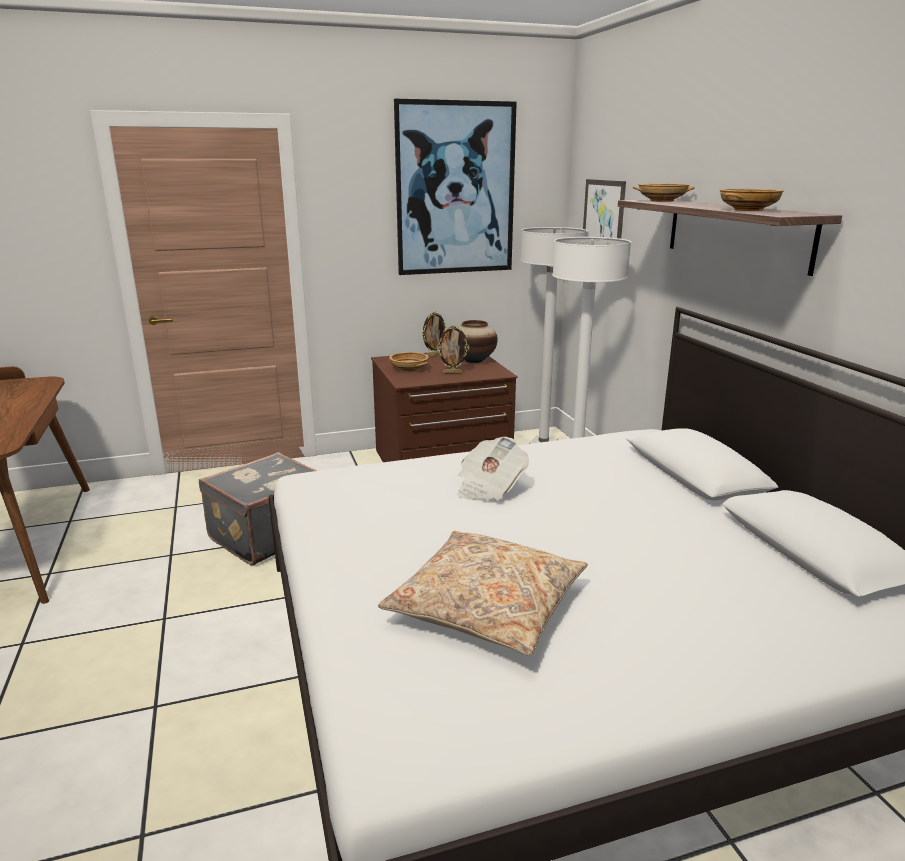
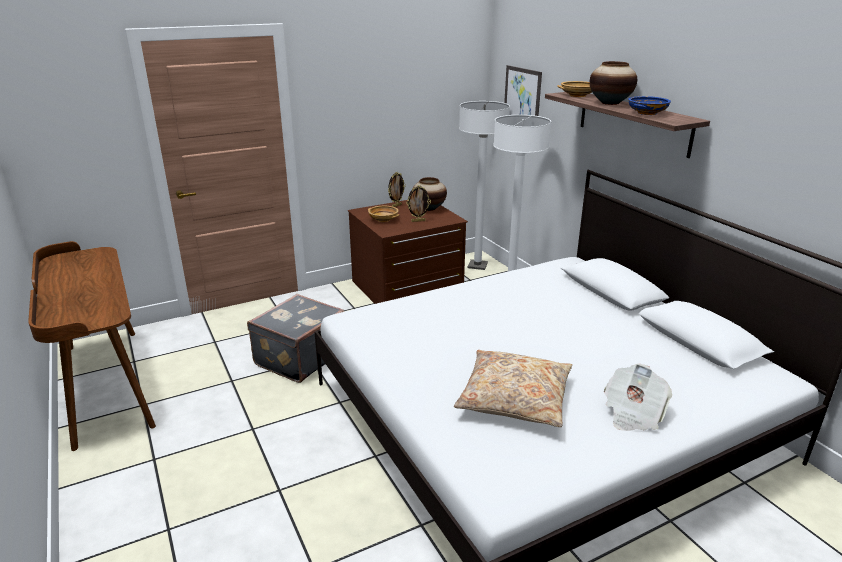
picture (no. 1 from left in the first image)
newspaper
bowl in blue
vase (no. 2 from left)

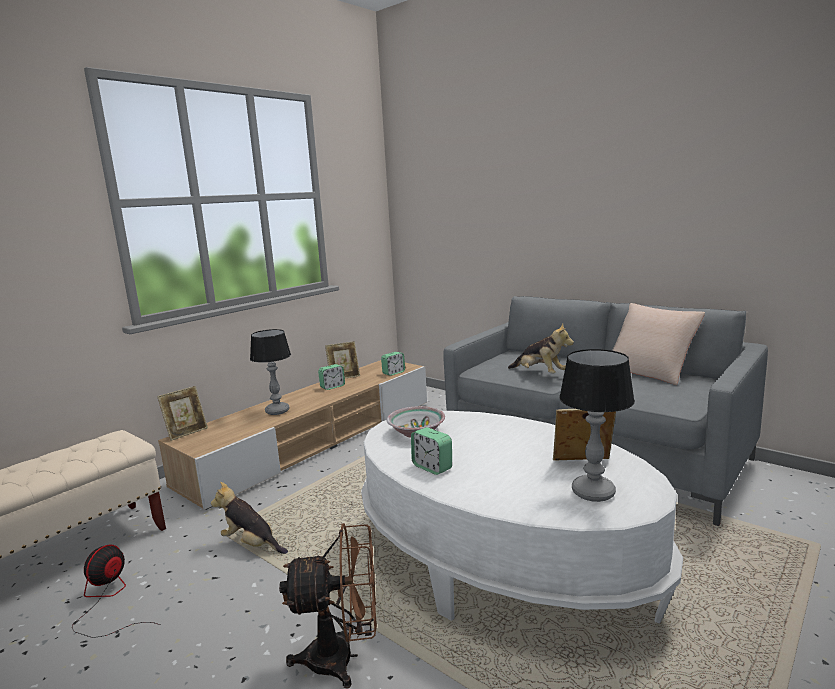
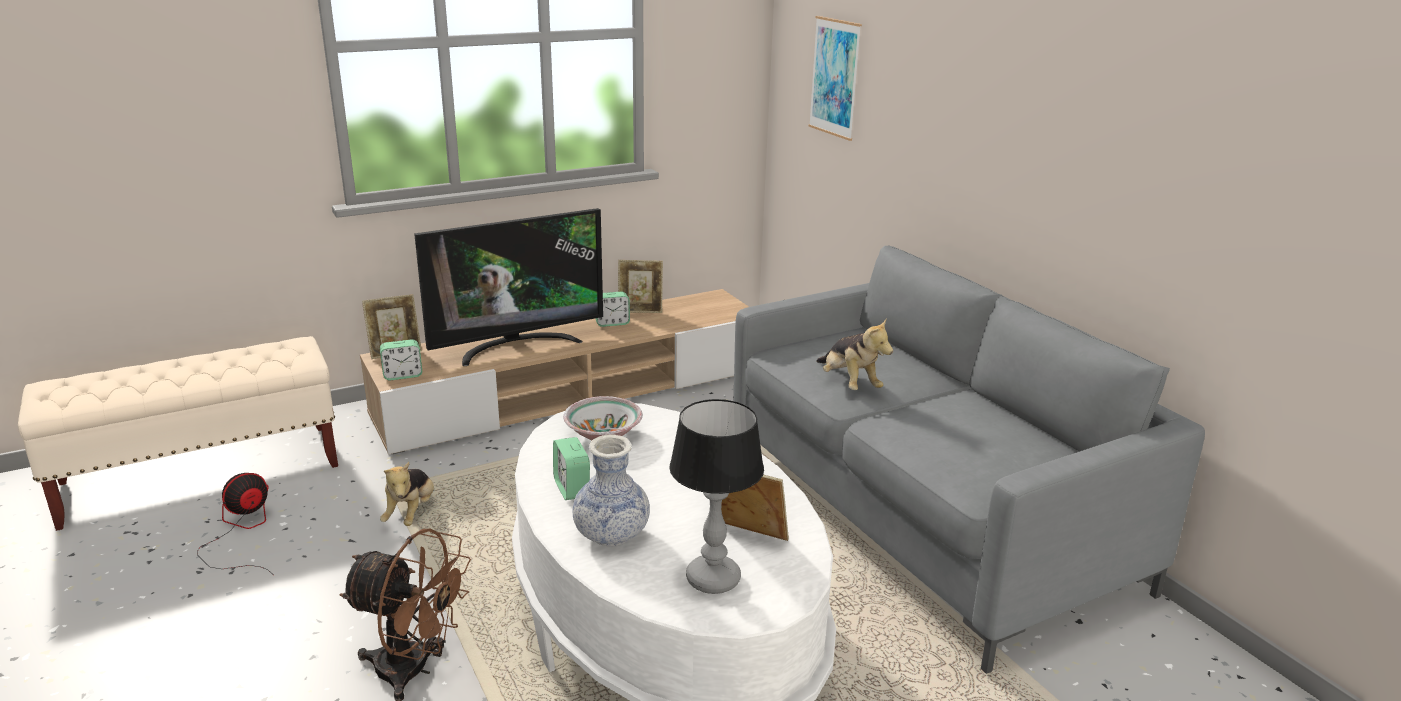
plush toy (no. 1 from left)
television
alarm clock (no. 1 from left)
pillow in beige
vase
picture

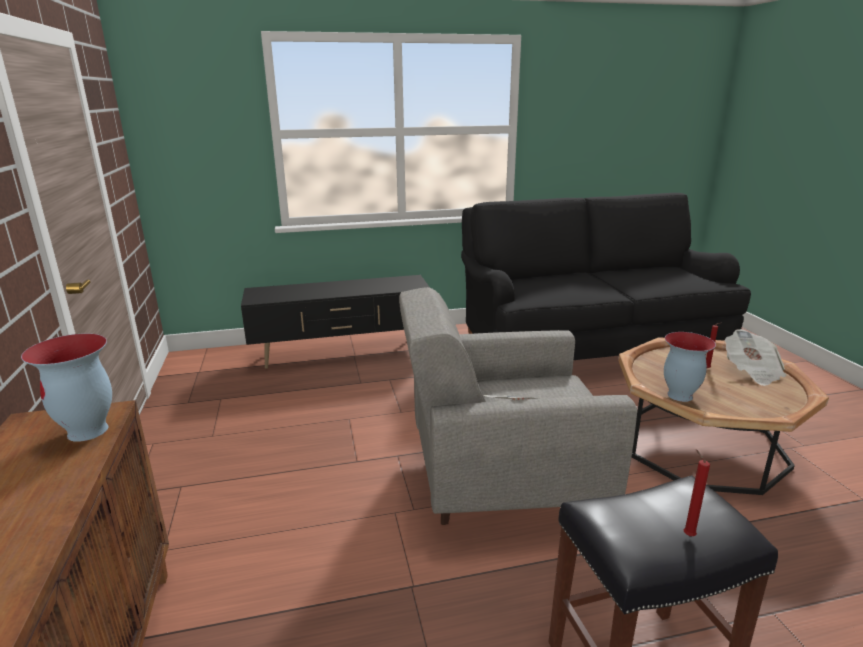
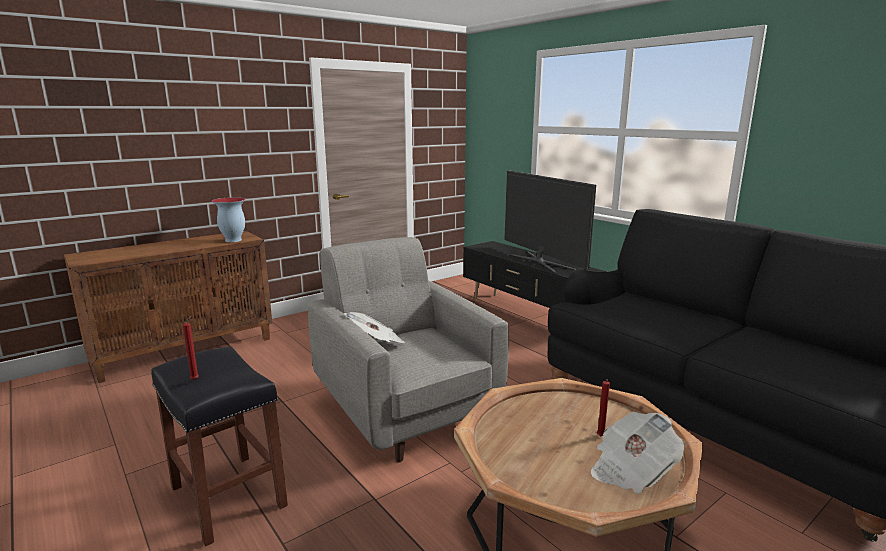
vase (no. 2 from left in the first image)
television

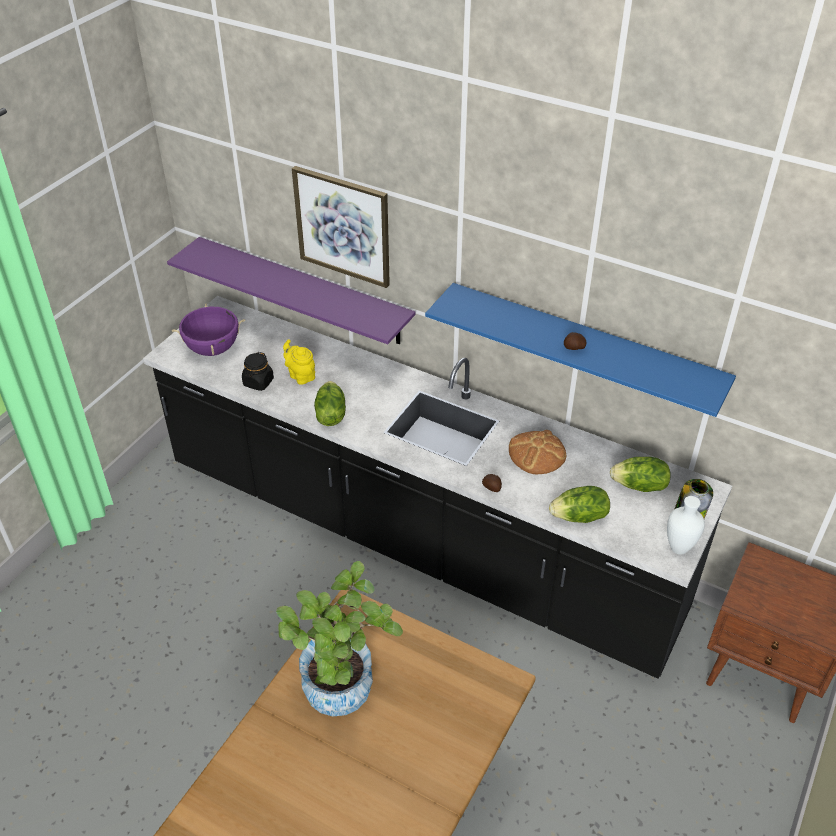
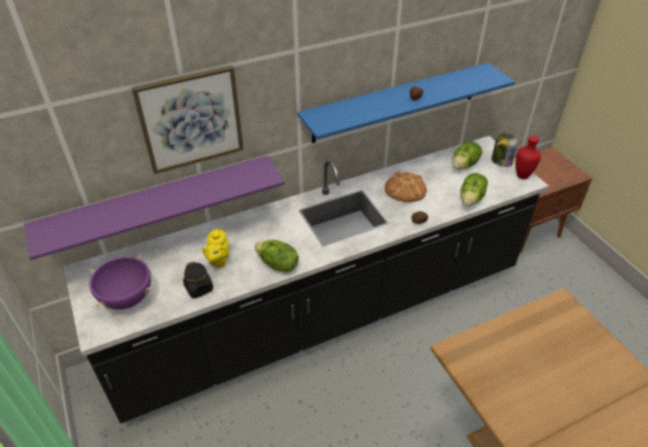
potted plant
teapot in yellow
vase in red

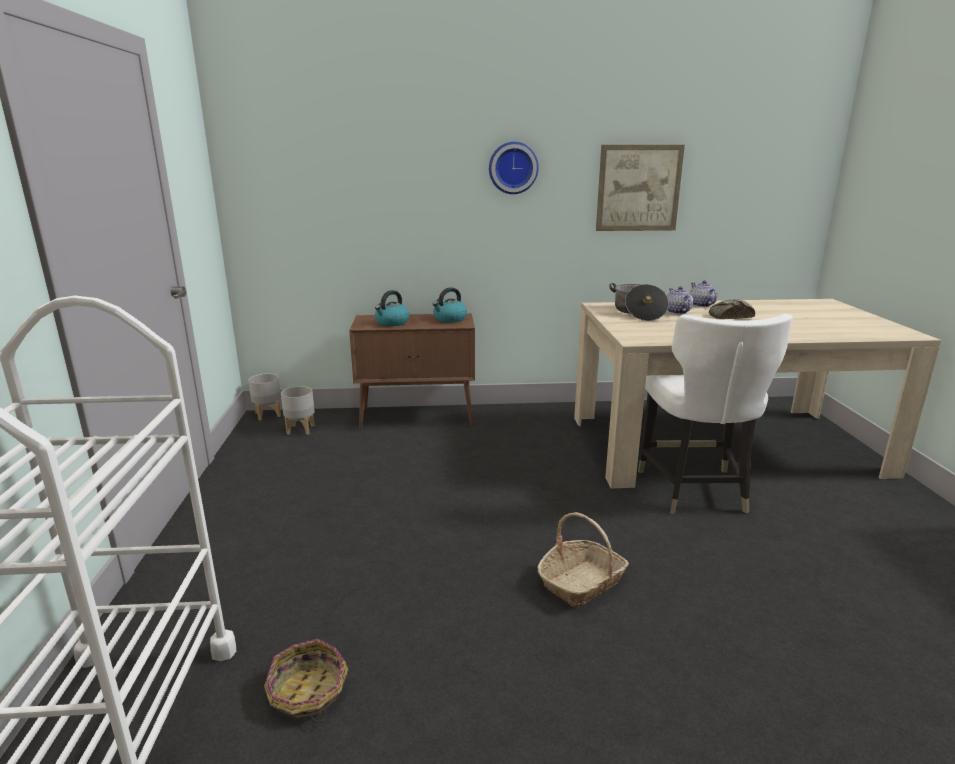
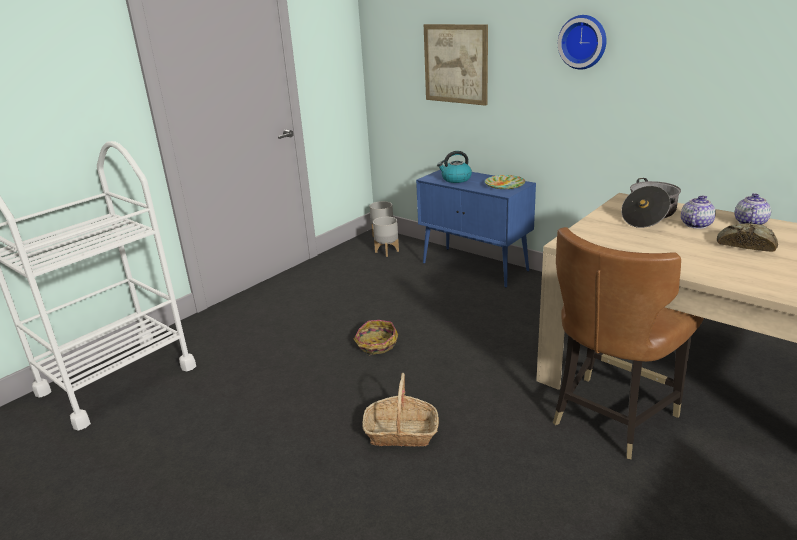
basket (no. 1 from left)
cabinet in blue
plate
picture
chair in brown

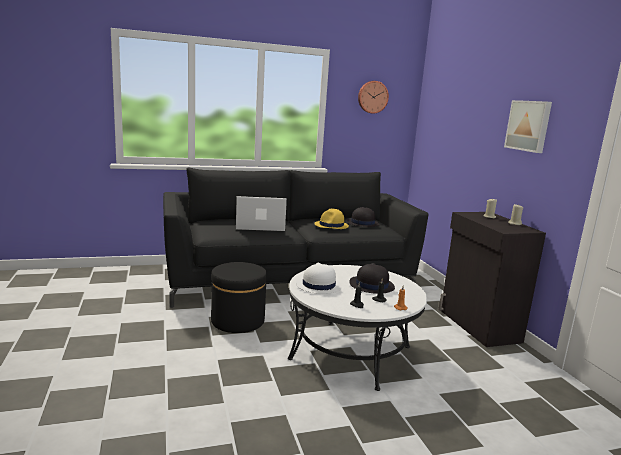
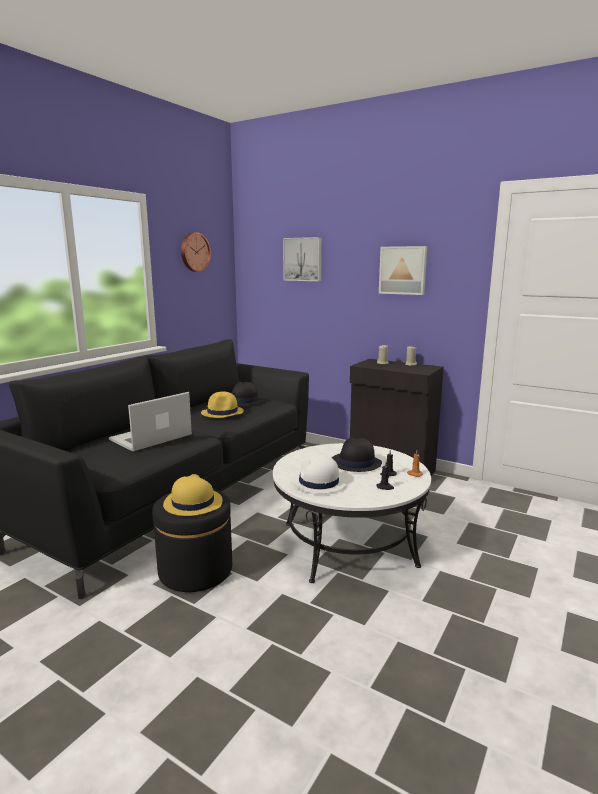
hat in yellow (no. 1 from left)
picture (no. 1 from left)

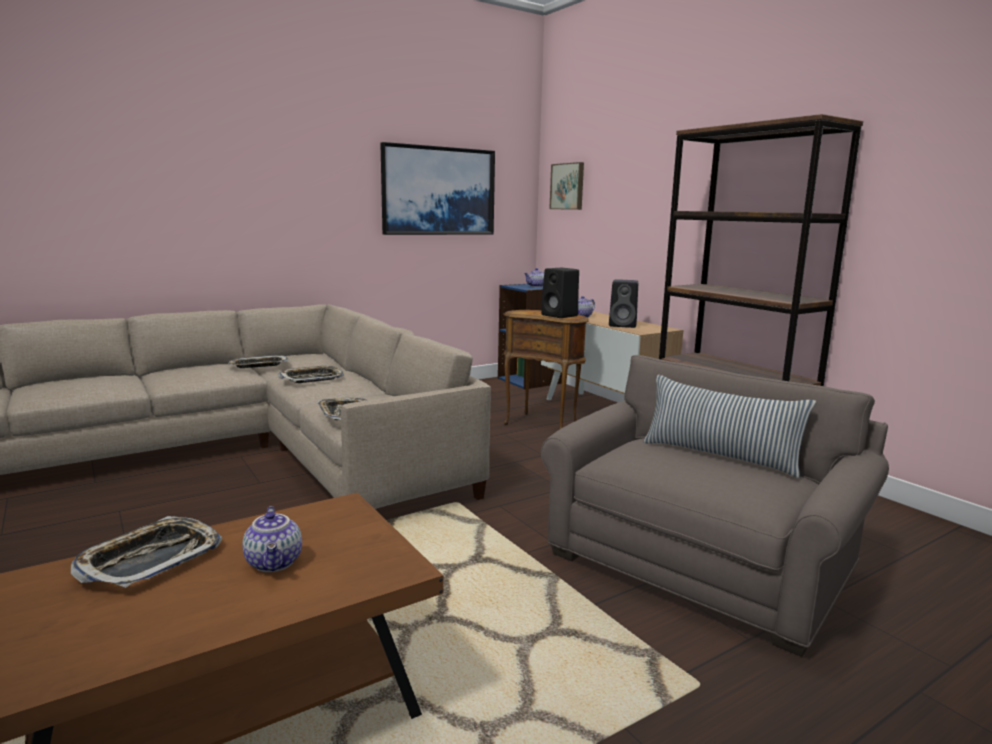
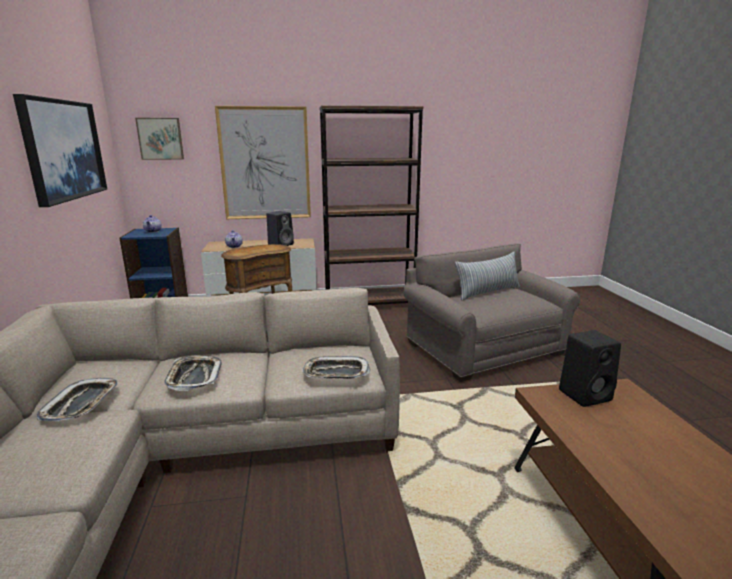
tray (no. 1 from left in the first image)
teapot (no. 1 from left in the first image)
speaker in black (no. 2 from left)
picture (no. 3 from left)

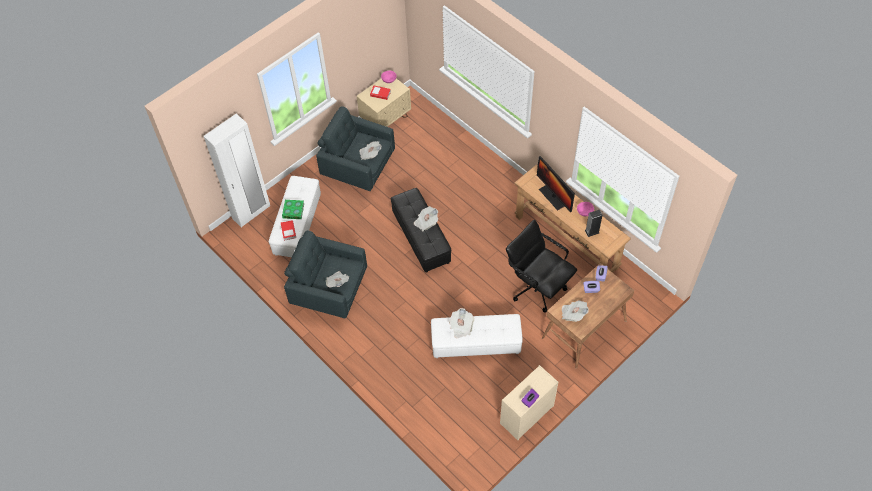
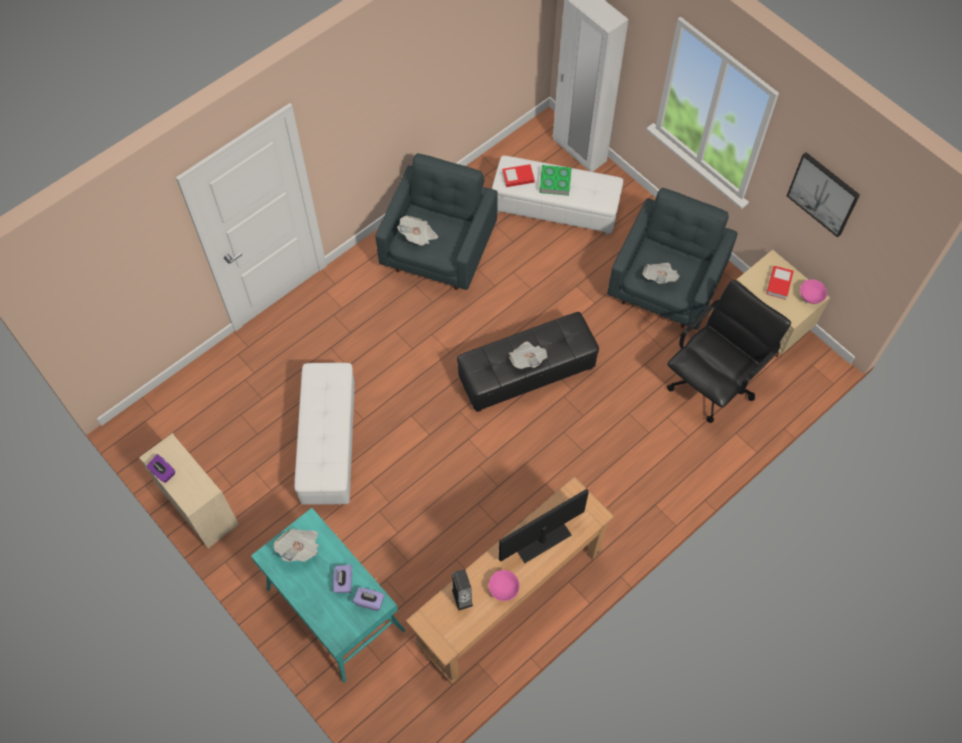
newspaper (no. 4 from left in the first image)
office chair in black
desk in turquoise
picture

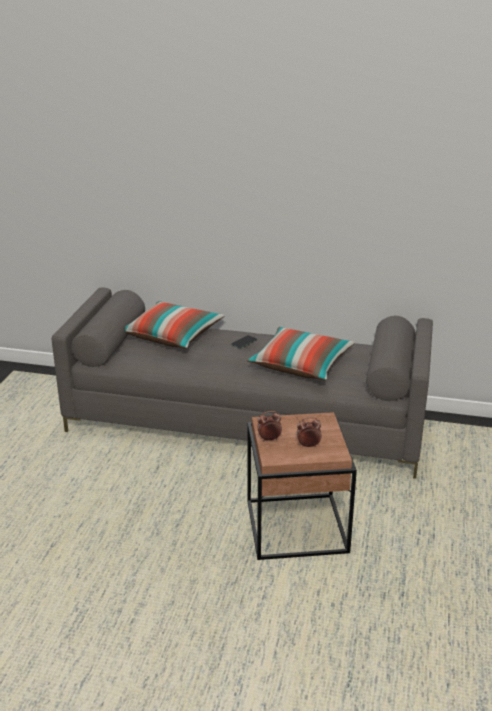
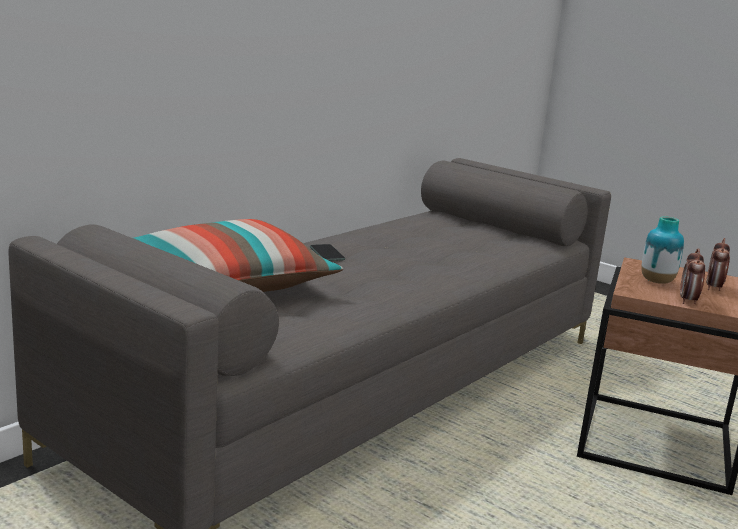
pillow (no. 2 from left in the first image)
vase

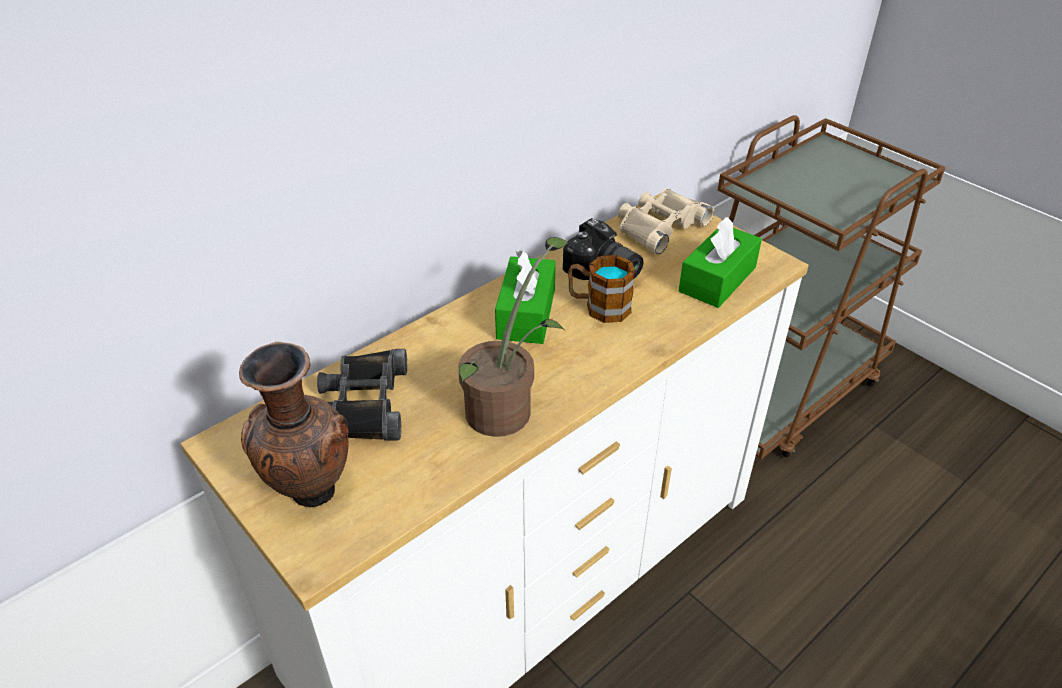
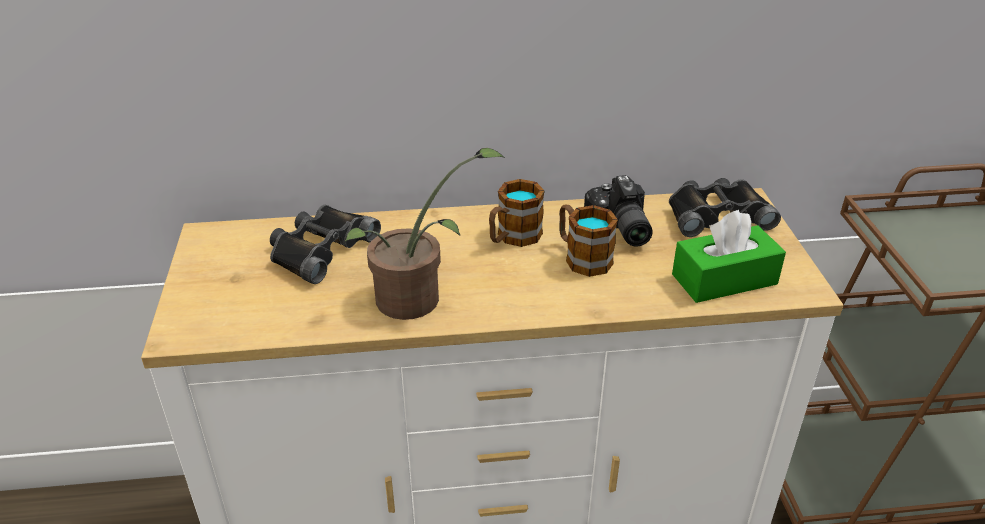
vase in brown
mug (no. 1 from left)
binoculars in black (no. 2 from left)

